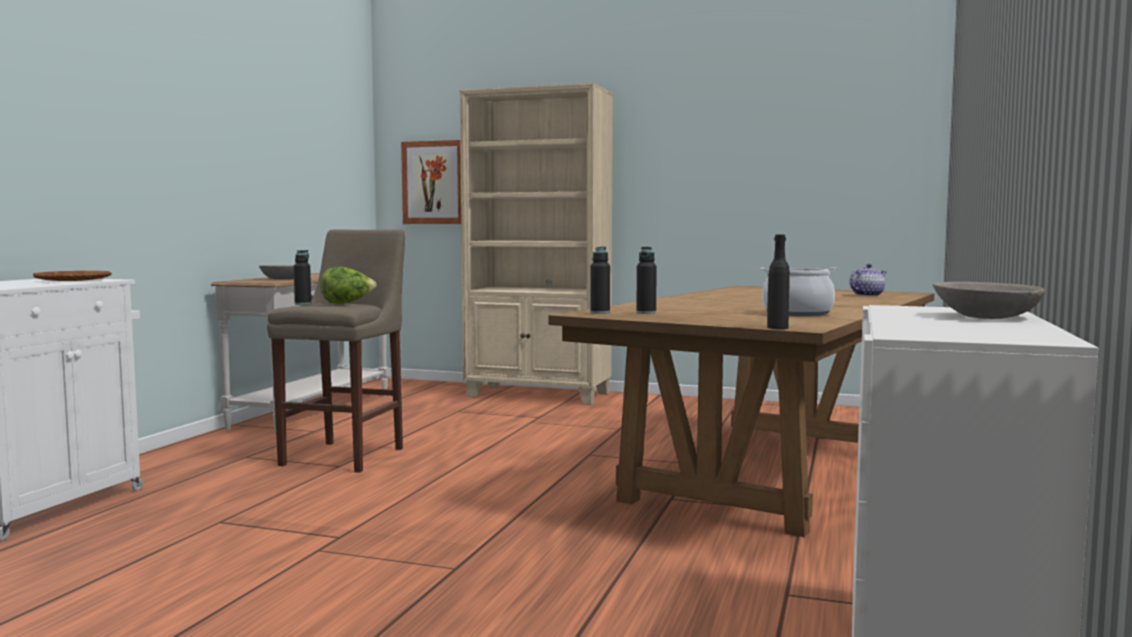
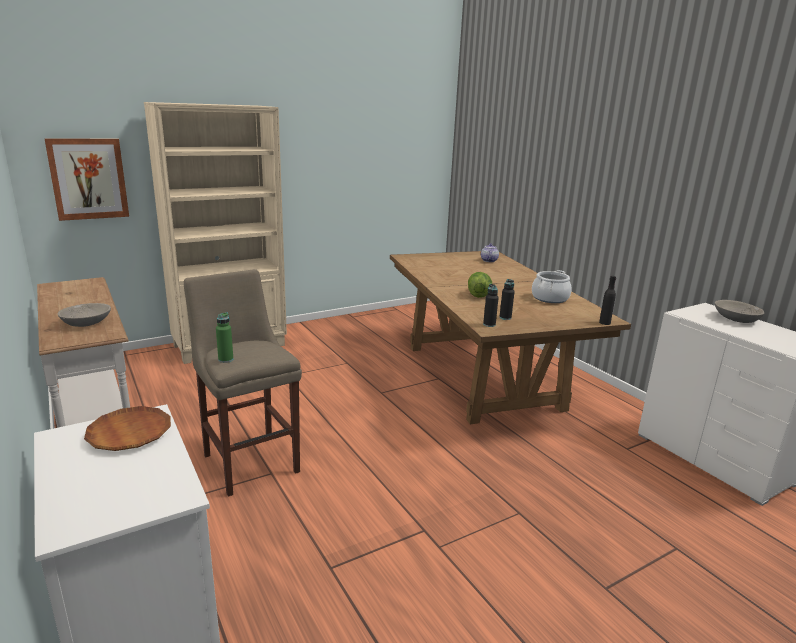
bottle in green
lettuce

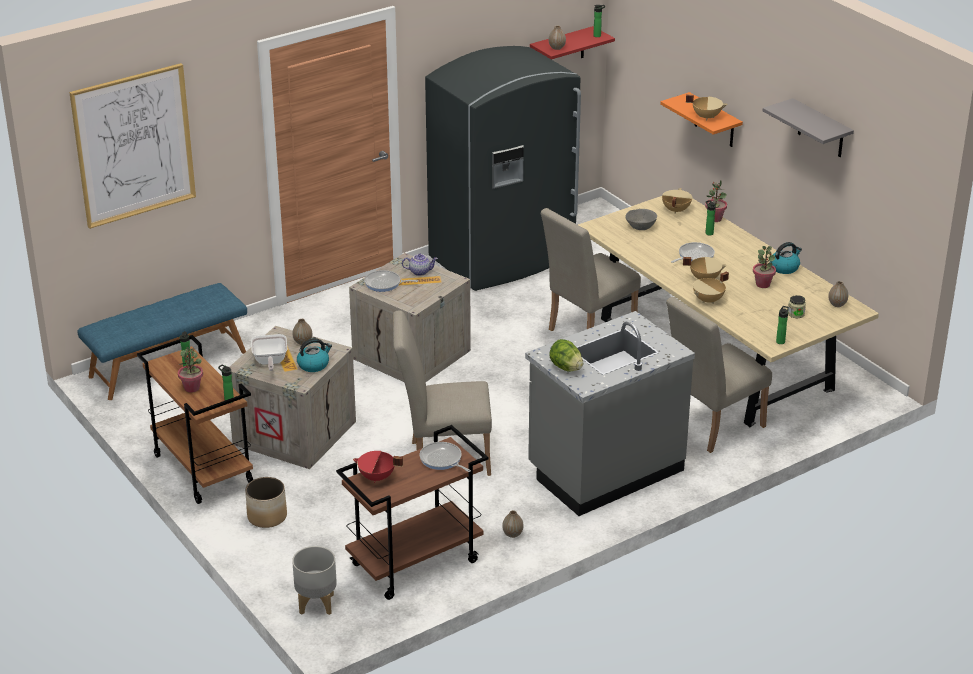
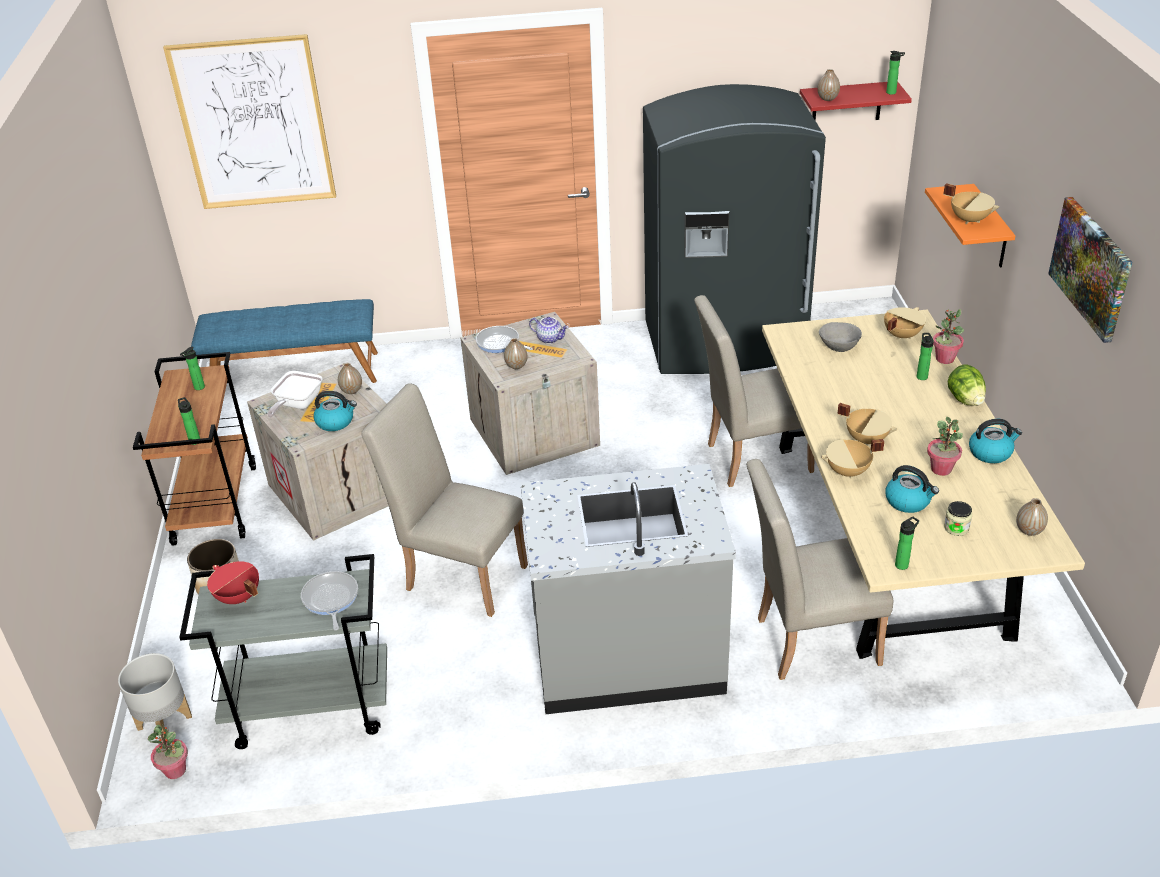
potted plant (no. 1 from left)
cart in grey
vase (no. 2 from left)
lettuce
frying pan (no. 4 from left in the first image)
picture (no. 2 from left)
kettle (no. 2 from left)

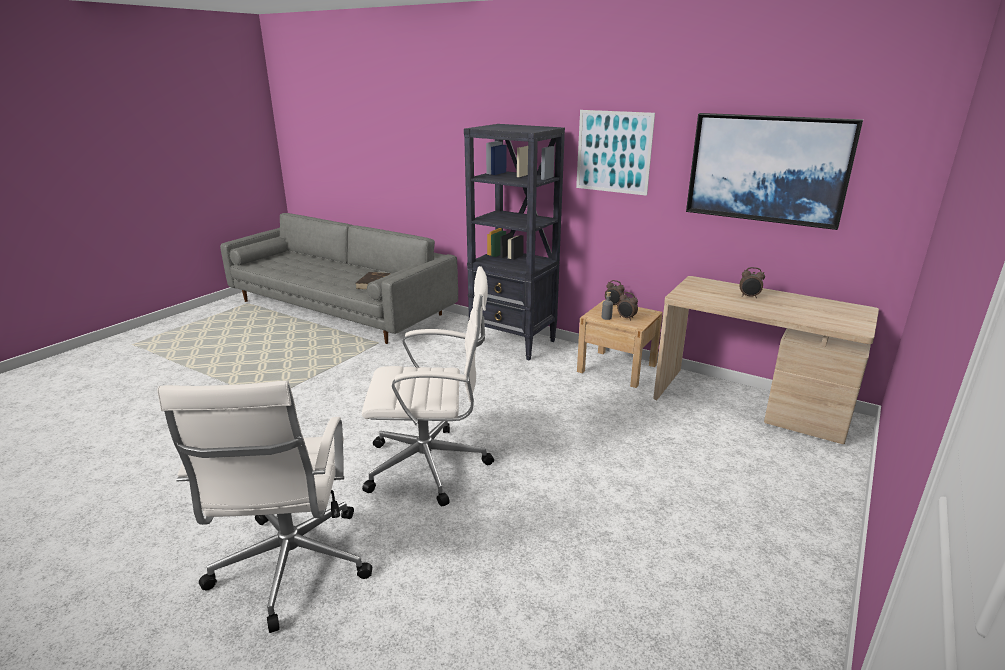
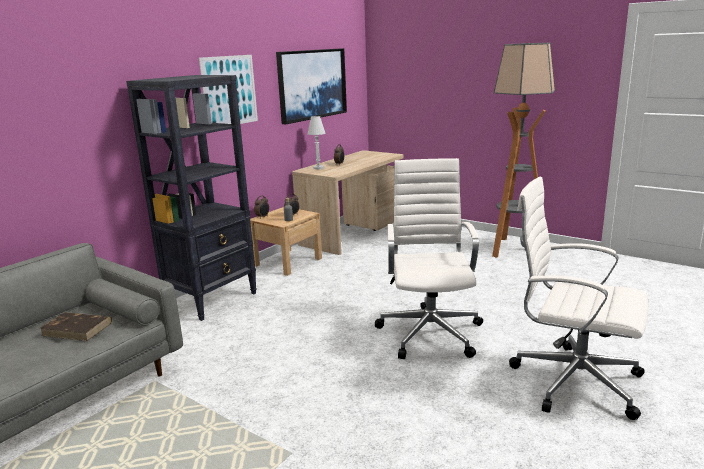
office chair in white (no. 2 from left)
table lamp in white
floor lamp

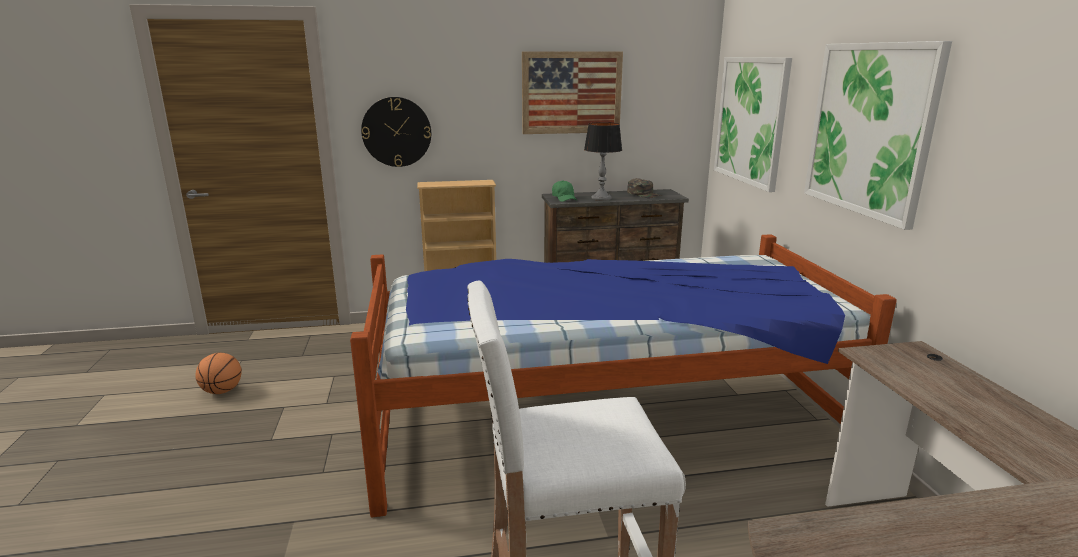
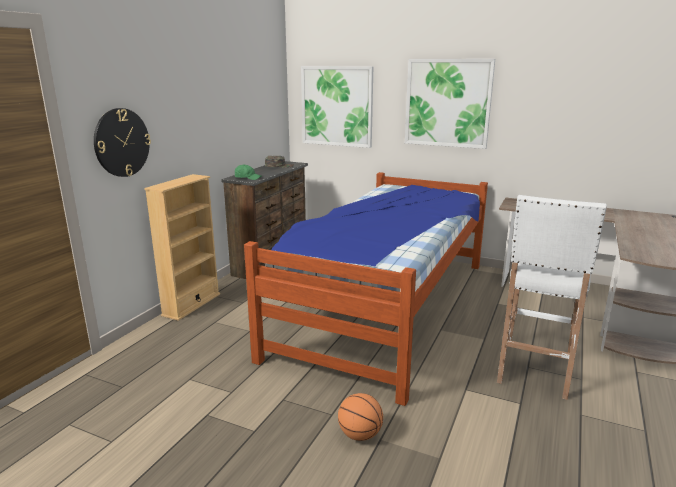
basketball
picture (no. 1 from left in the first image)
table lamp

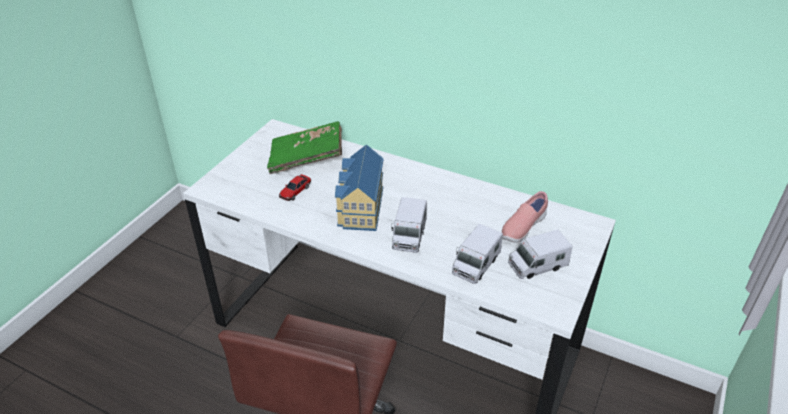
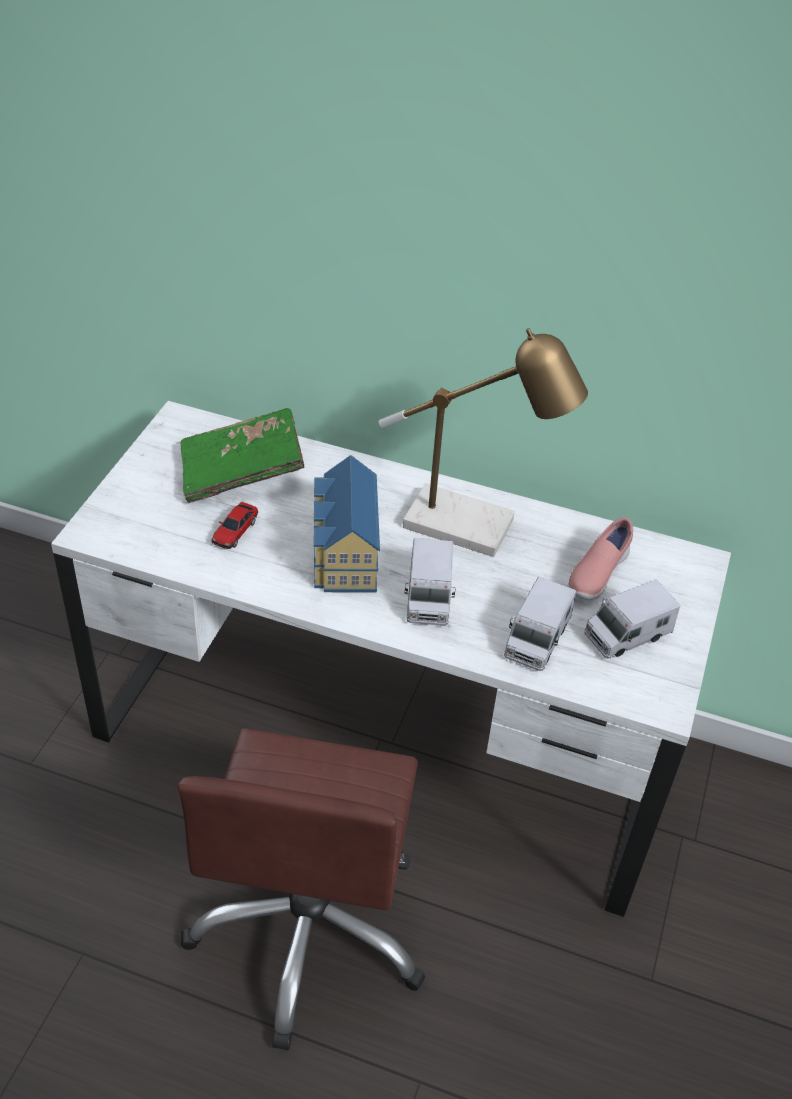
table lamp

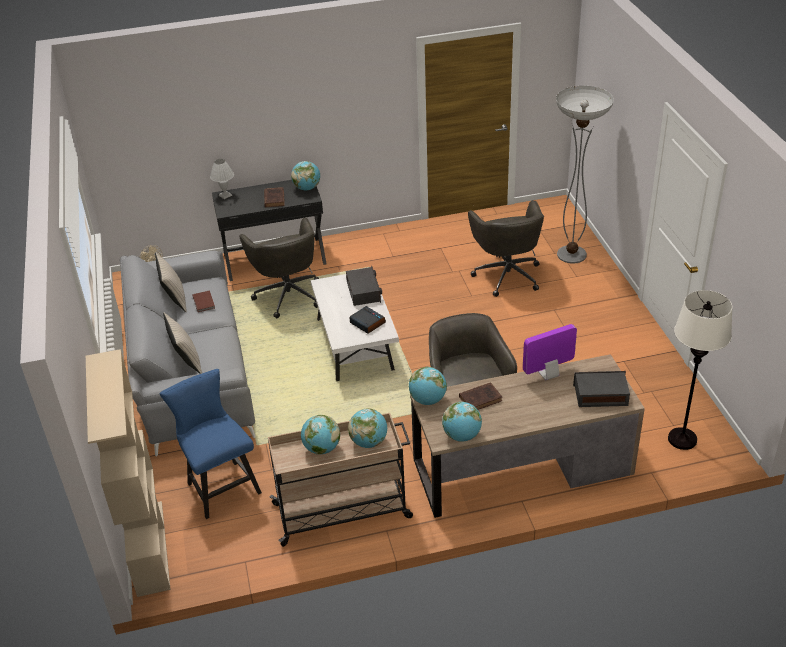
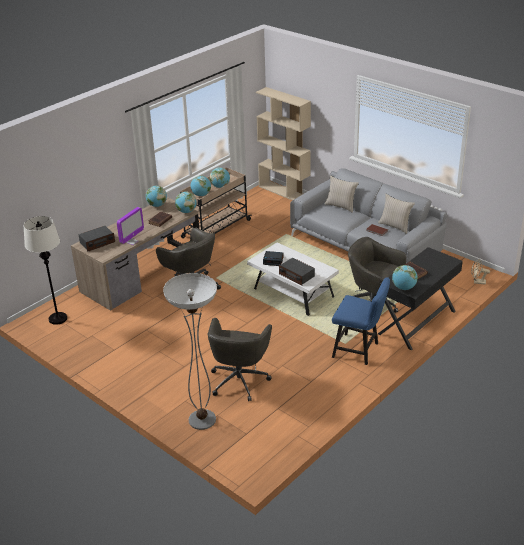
chair in blue
table lamp in white
office chair in grey (no. 2 from left)

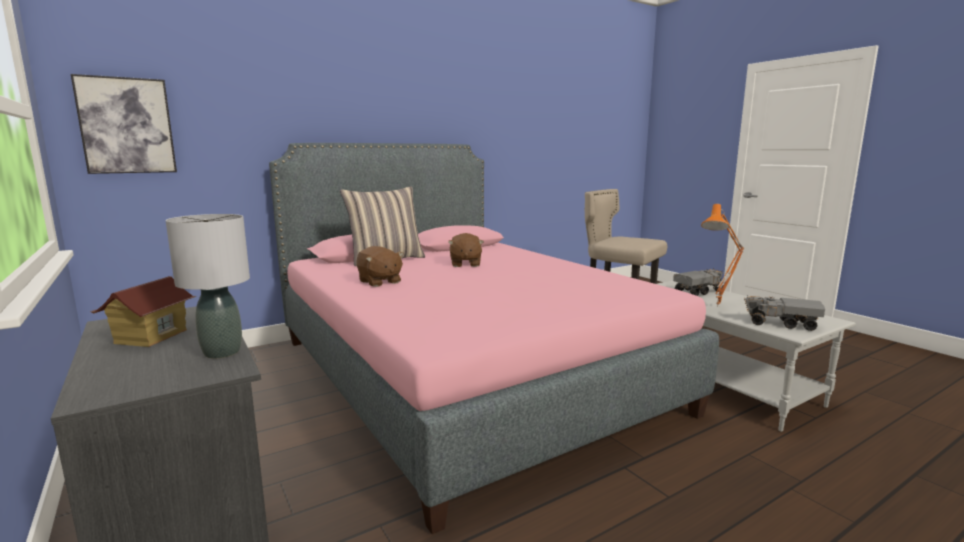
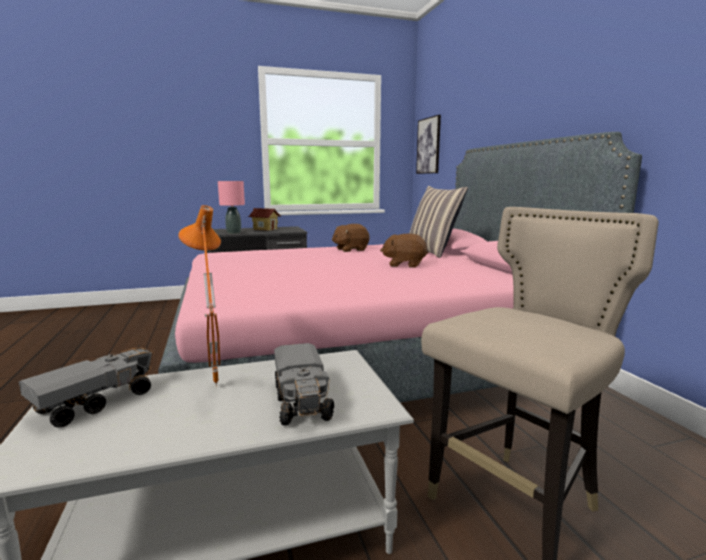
table lamp in pink

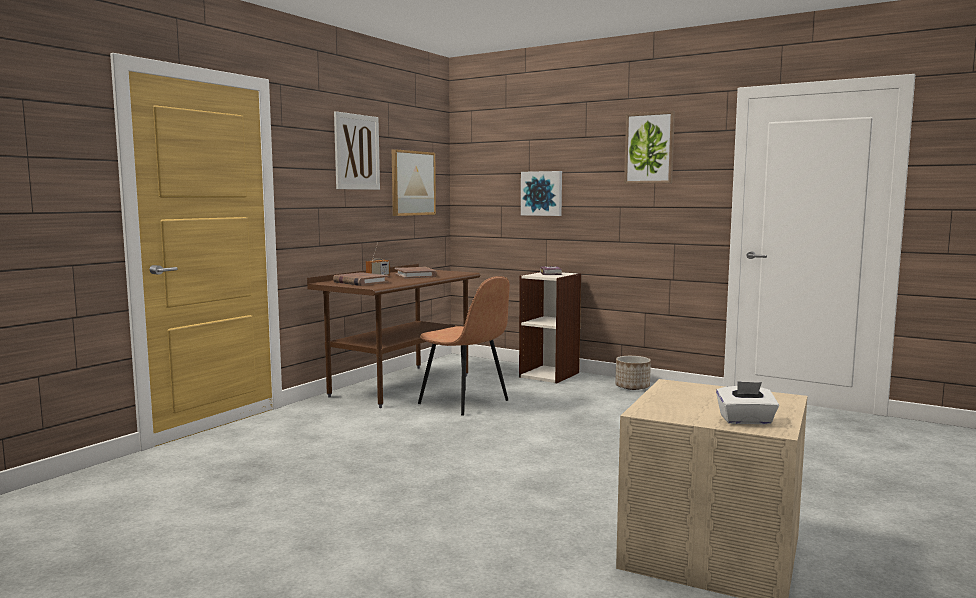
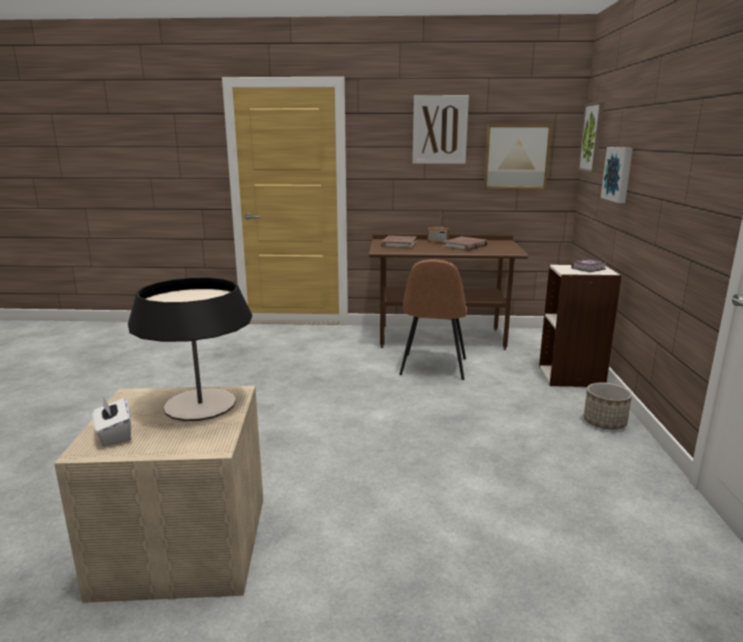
picture (no. 3 from left)
table lamp

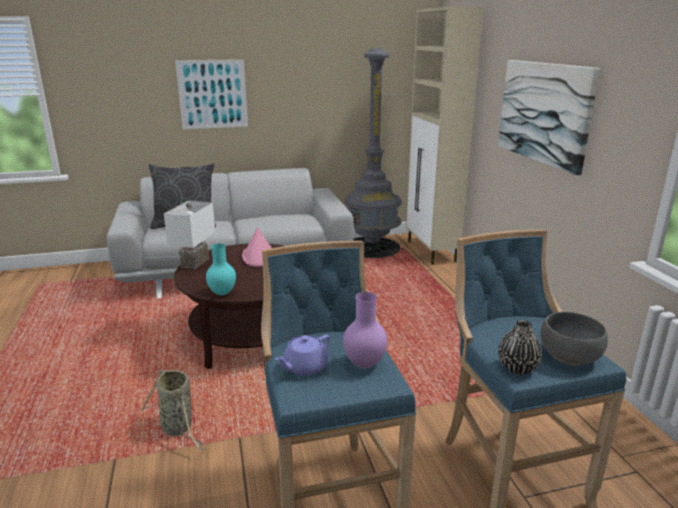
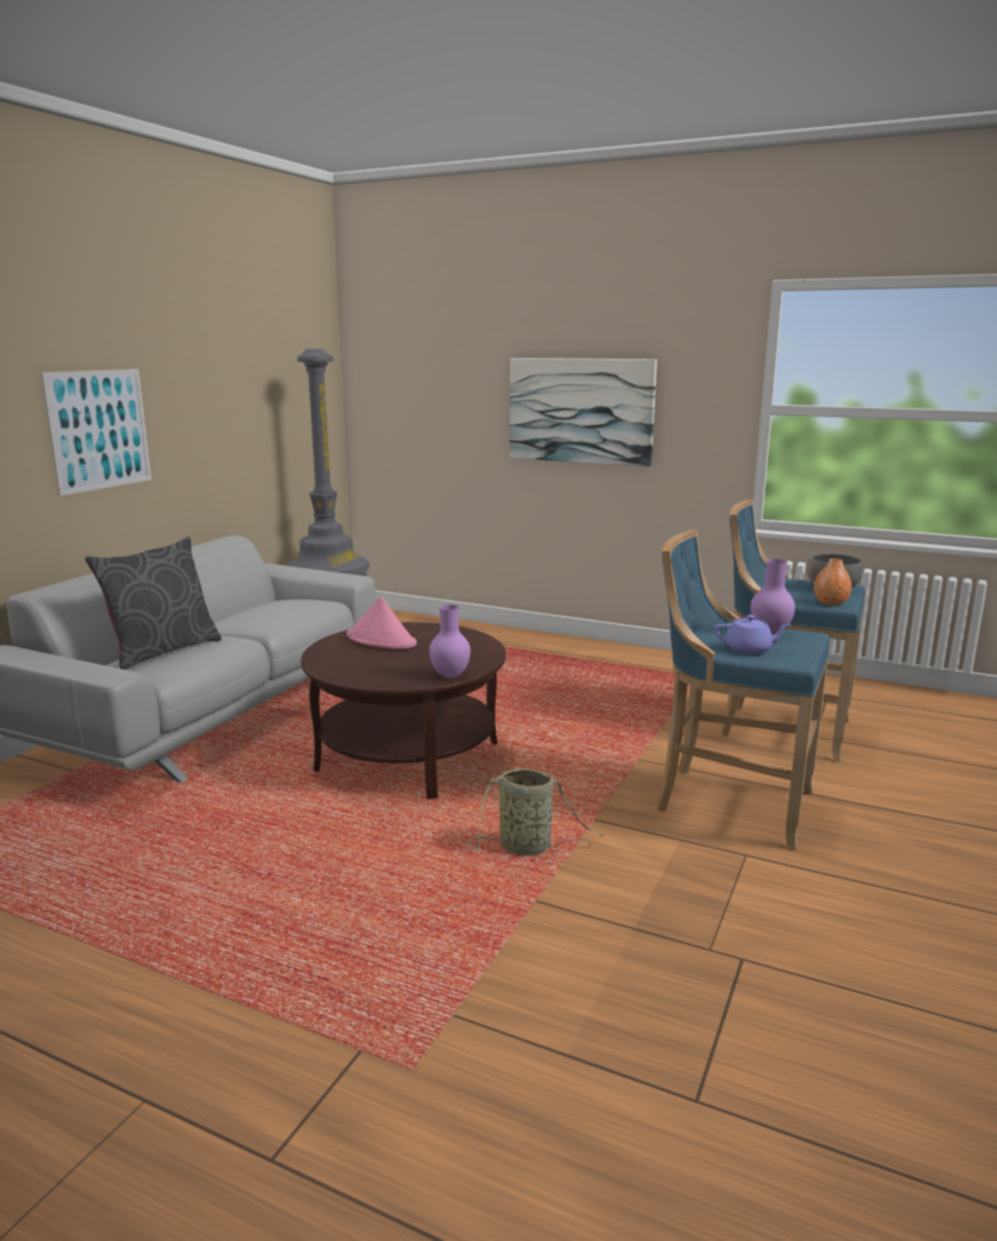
table lamp in white
vase in purple (no. 1 from left)
teapot in purple
cabinet in beige
vase in orange

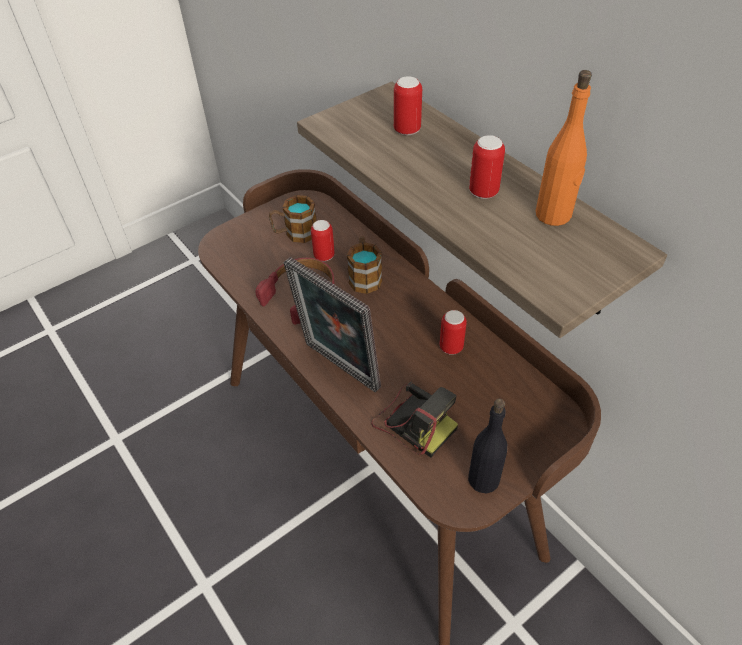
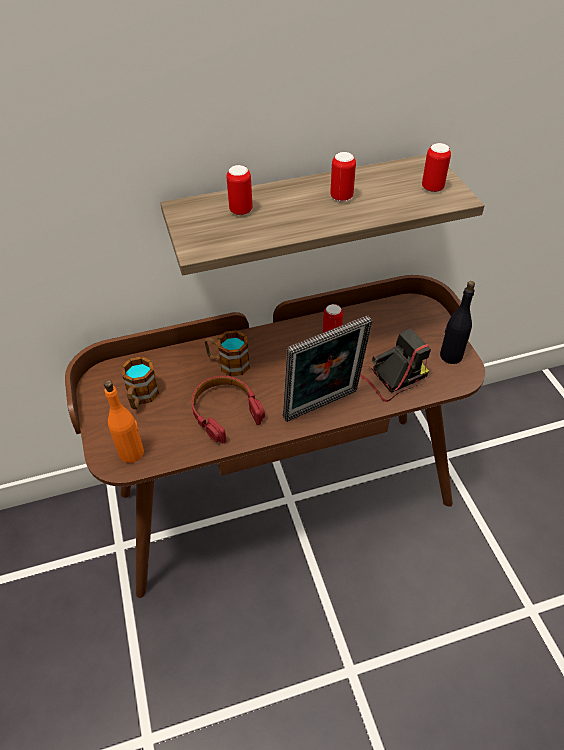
can (no. 4 from left)
bottle in orange

